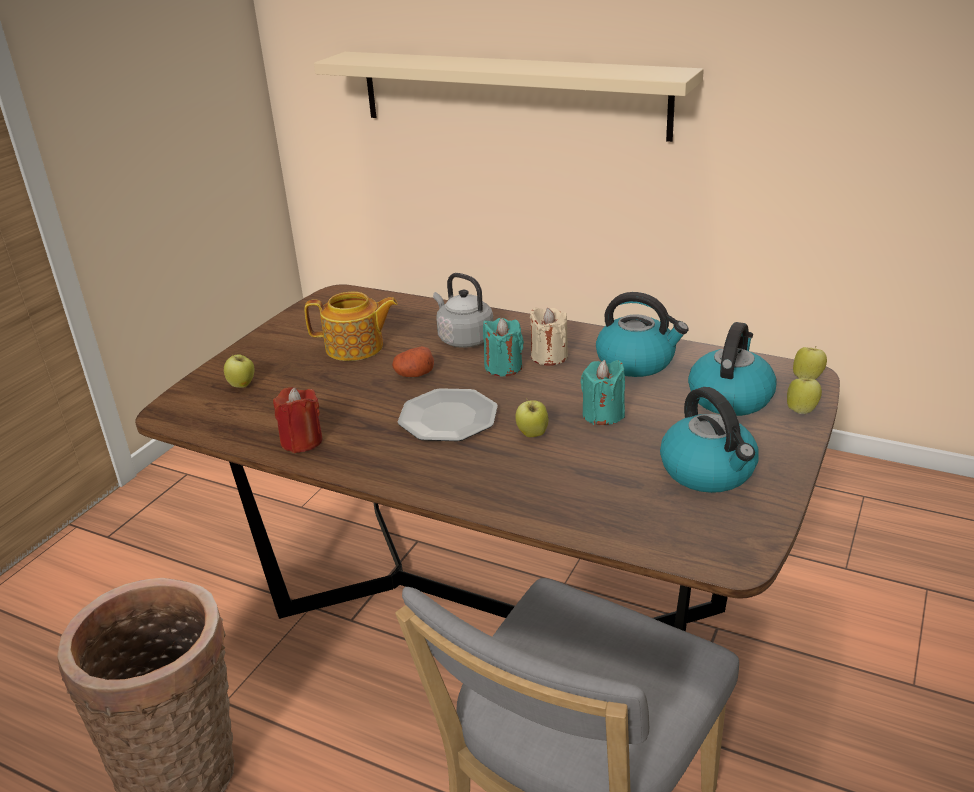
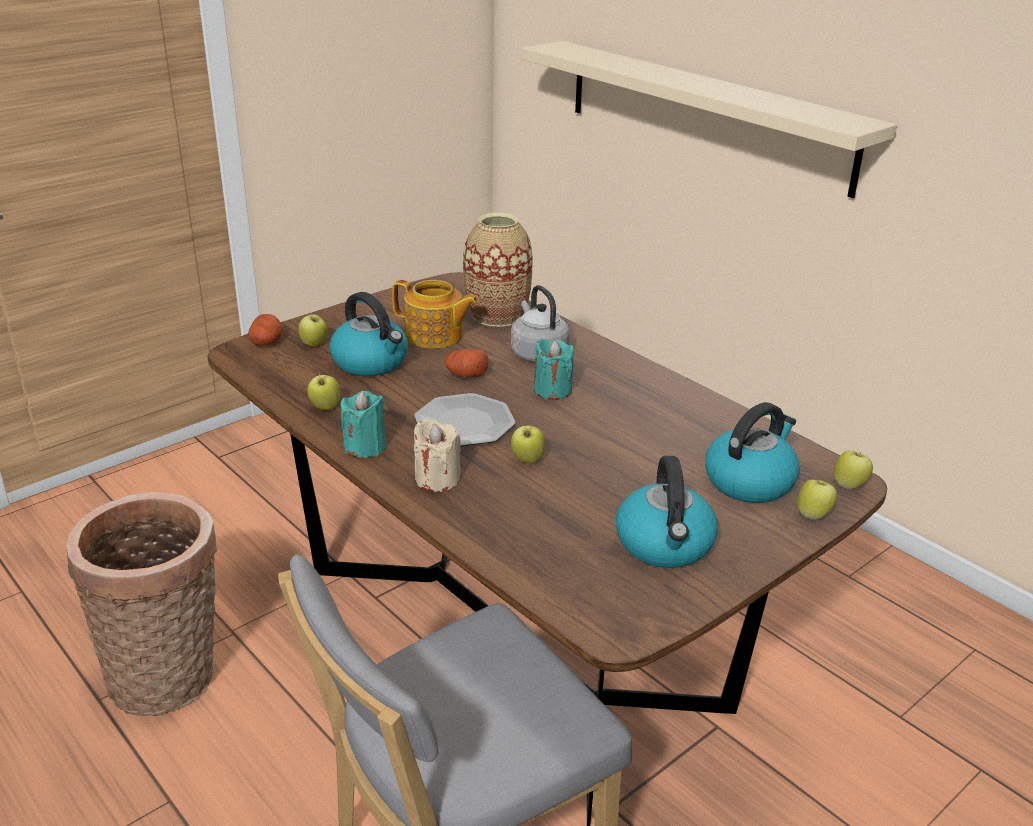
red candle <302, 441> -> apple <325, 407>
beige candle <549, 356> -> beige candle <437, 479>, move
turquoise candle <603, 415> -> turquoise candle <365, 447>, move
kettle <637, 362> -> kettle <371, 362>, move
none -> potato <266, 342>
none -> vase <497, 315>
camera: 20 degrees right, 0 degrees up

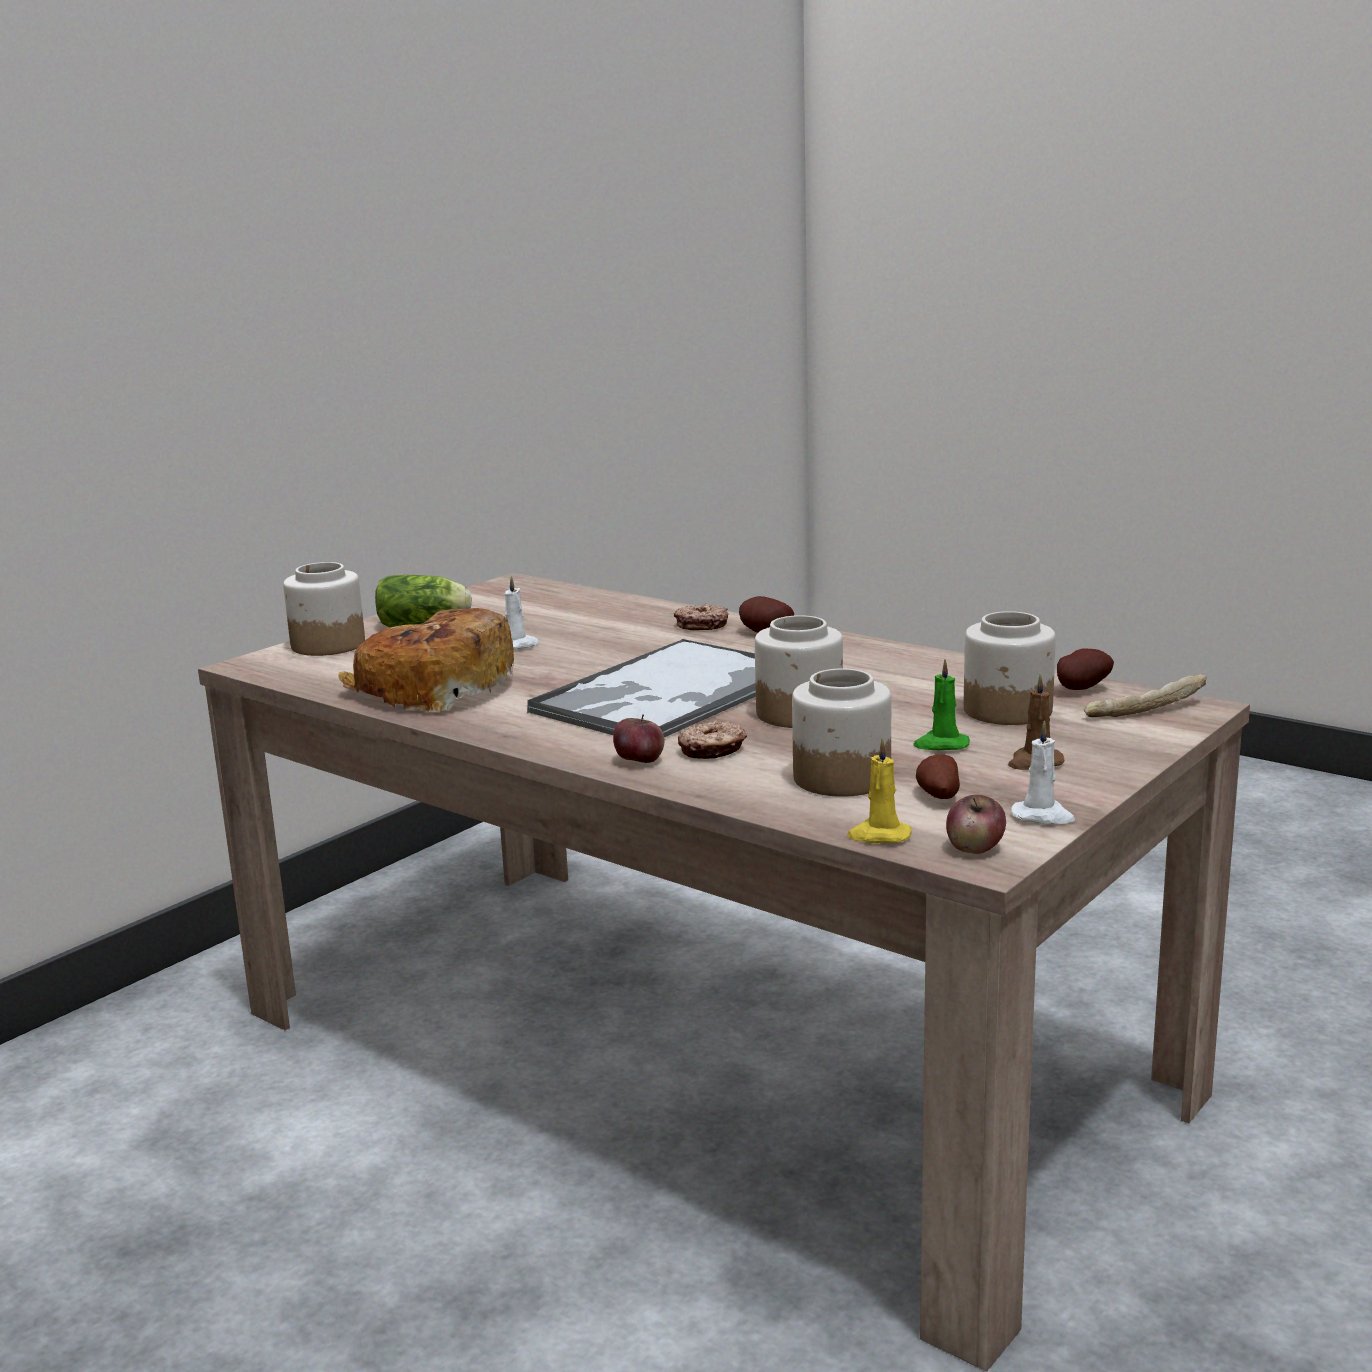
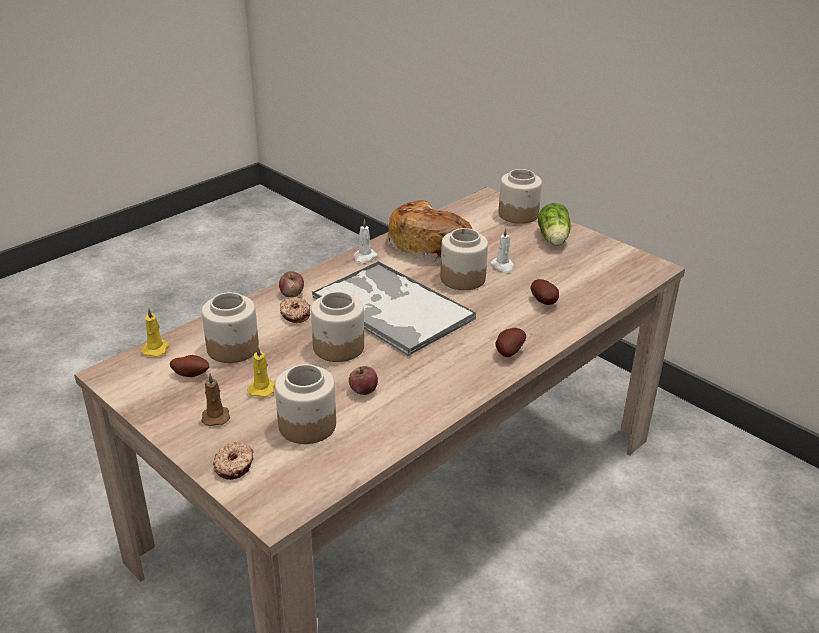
donut <702, 625> -> donut <235, 466>, move
green candle <941, 745> -> yellow candle <262, 388>
apple <975, 848> -> apple <363, 390>, move
white candle <1043, 816> -> white candle <364, 257>, move
potato <1080, 689> -> potato <544, 302>, move
bread <1144, 709> -> none
none -> jar <462, 278>
camera: 95 degrees right, 15 degrees up

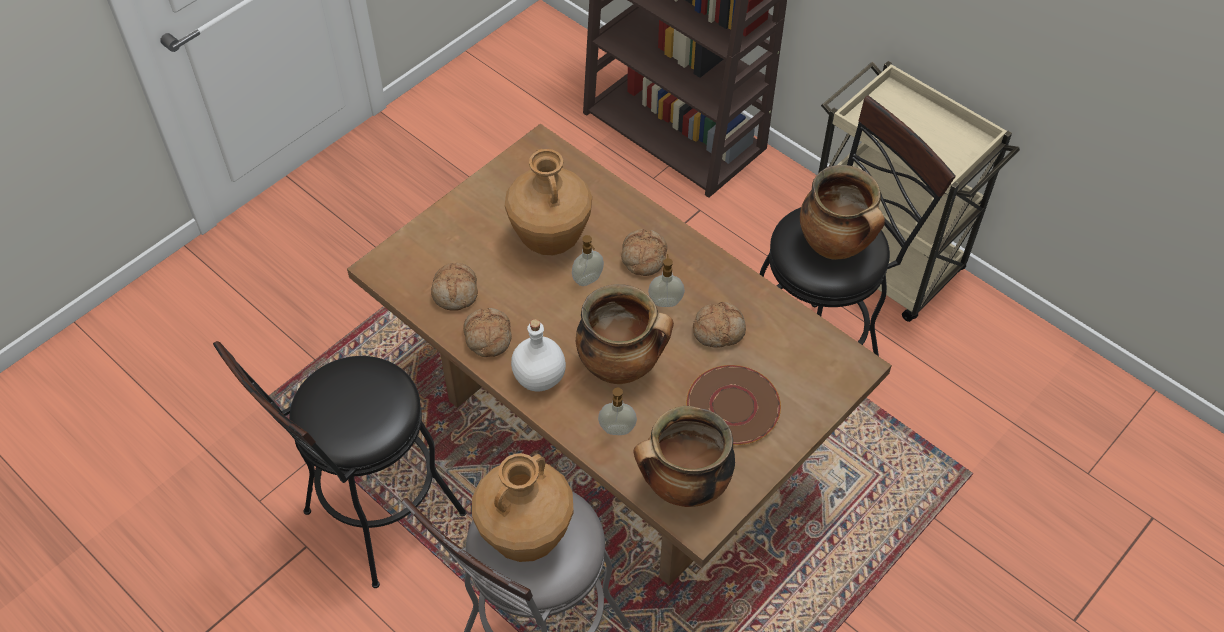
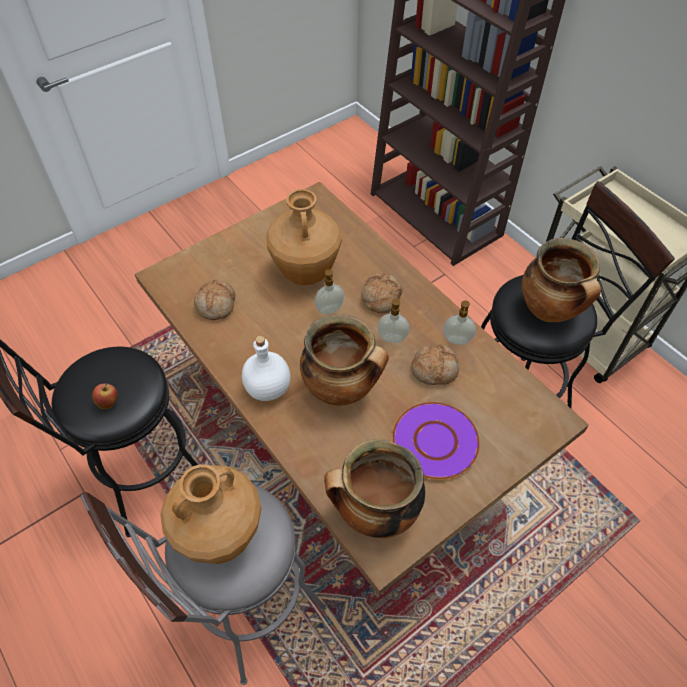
bread <487, 337> -> none
soap dispenser <617, 430> -> soap dispenser <457, 341>, move
brown plate <733, 406> -> purple plate <435, 441>
none -> apple <108, 402>
camera: 10 degrees right, 0 degrees up

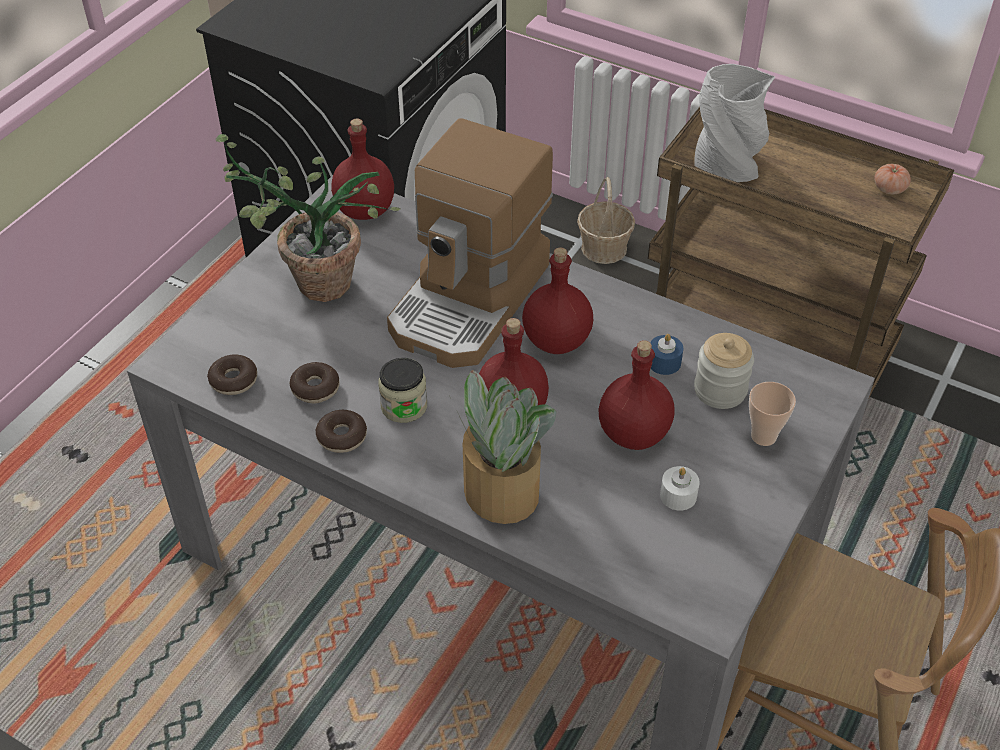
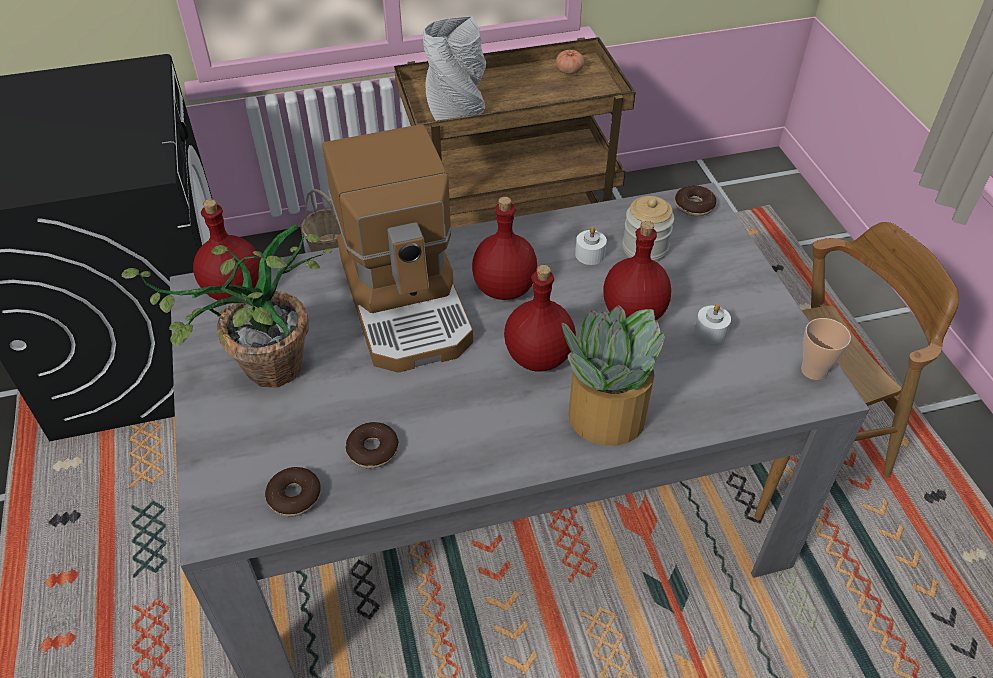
donut <342, 437> -> donut <694, 206>, move
jar <404, 406> -> none
blue candle <664, 362> -> white candle <590, 254>
cup <763, 436> -> cup <813, 370>, move
camera: 45 degrees left, 0 degrees up

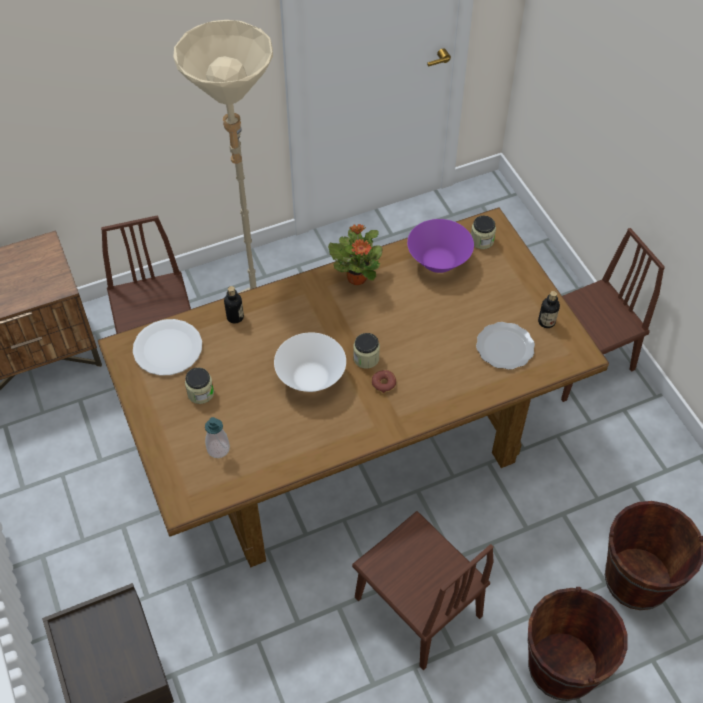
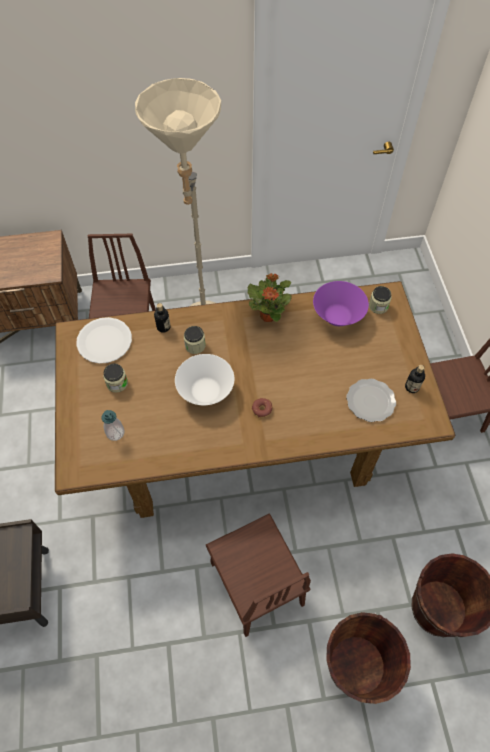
jar <366, 358> -> jar <195, 345>, move
camera: 15 degrees right, 5 degrees up

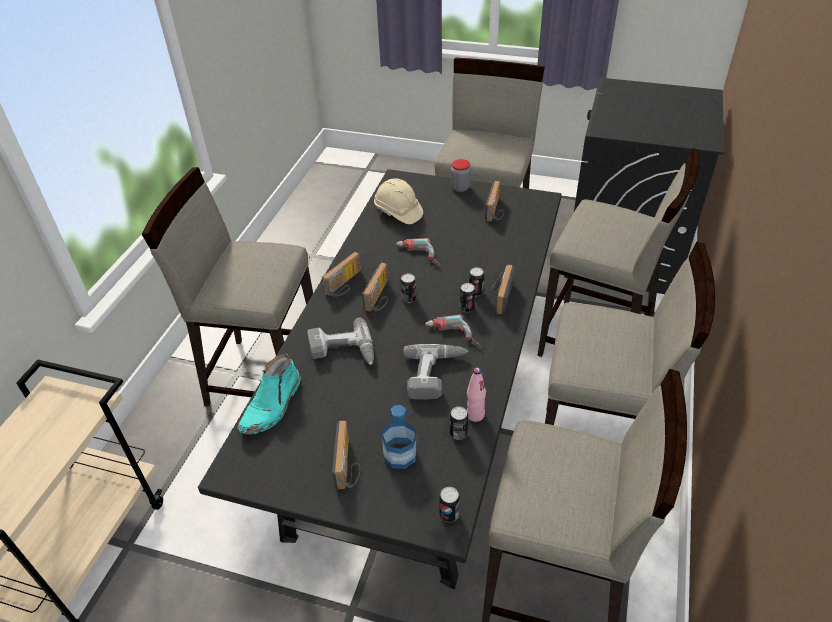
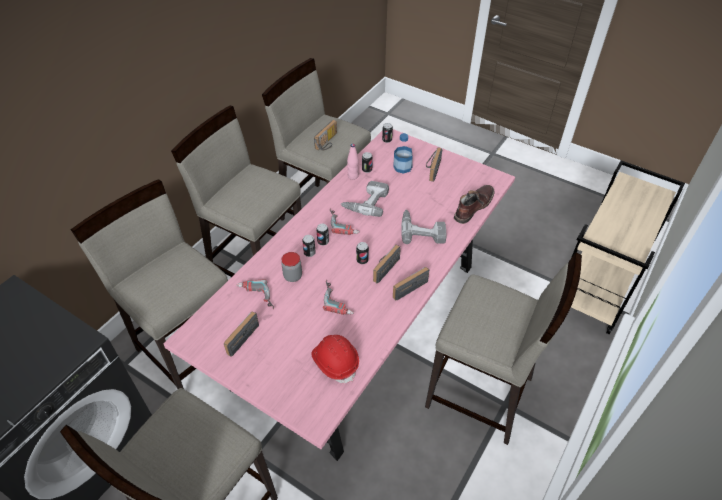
black dining table <419, 415> -> pink dining table <361, 323>
turquoise boot <272, 406> -> brown boot <473, 207>
beige hard hat <398, 212> -> red hard hat <335, 362>
jar <460, 188> -> jar <293, 276>, move
radio <499, 295> -> radio <328, 142>, move
none -> power drill <255, 297>
camera: 165 degrees left, 5 degrees up

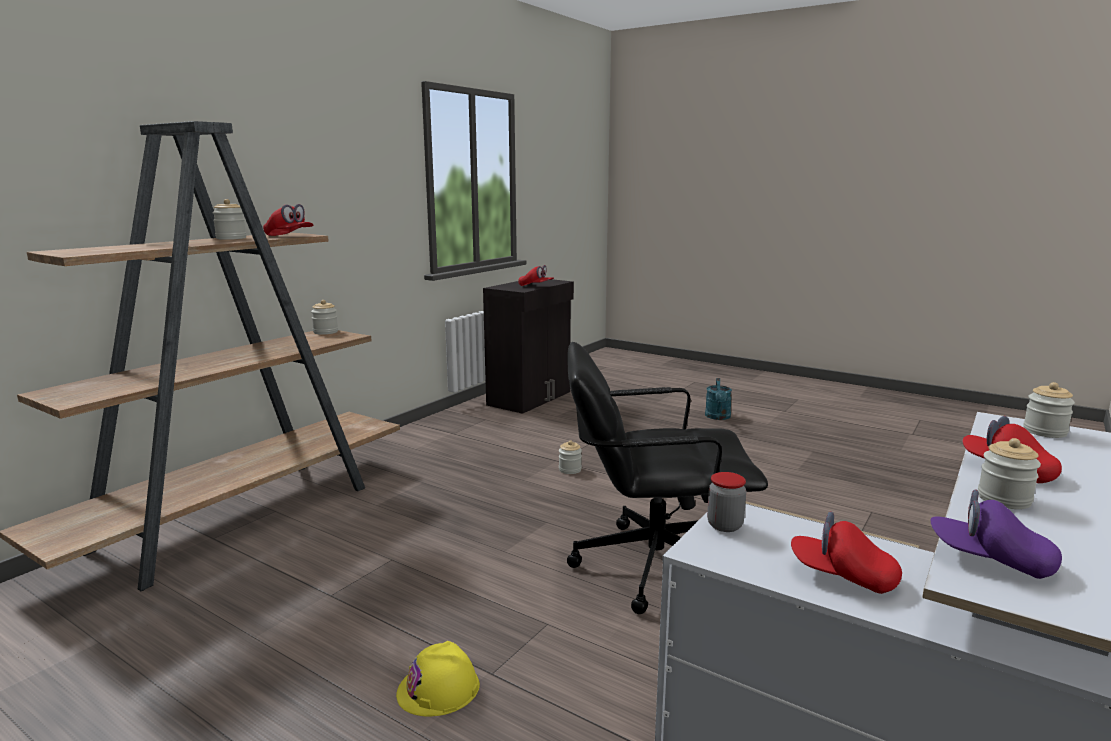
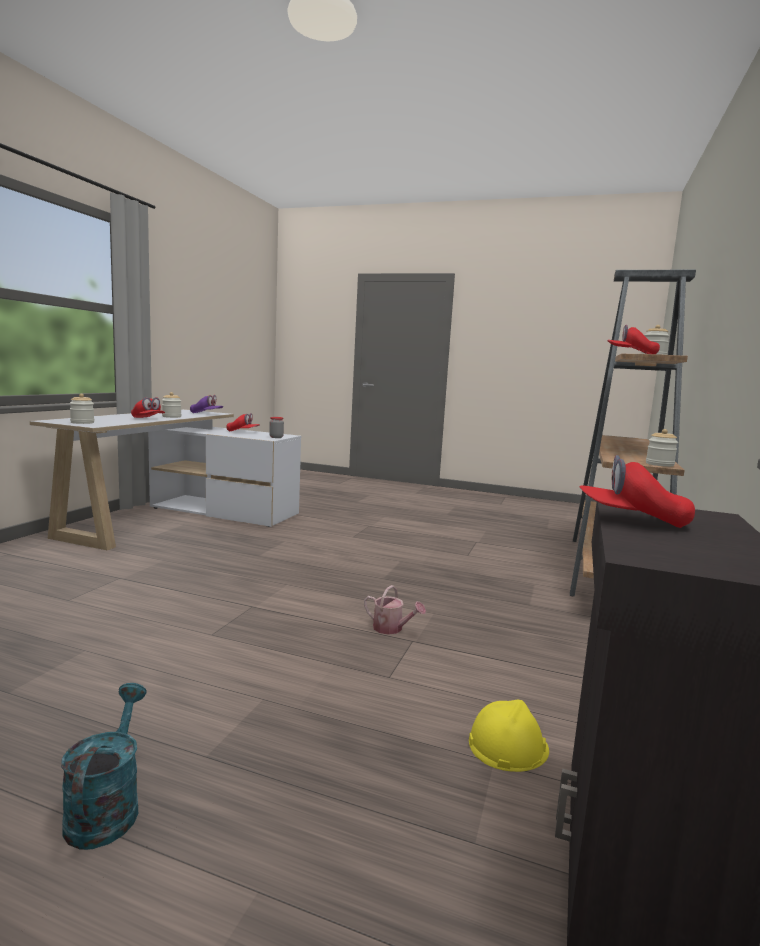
yellow hard hat <438, 689> -> yellow hard hat <507, 745>, move
jar <570, 470> -> watering can <391, 629>
black office chair <652, 565> -> none
camera: 165 degrees right, 5 degrees down

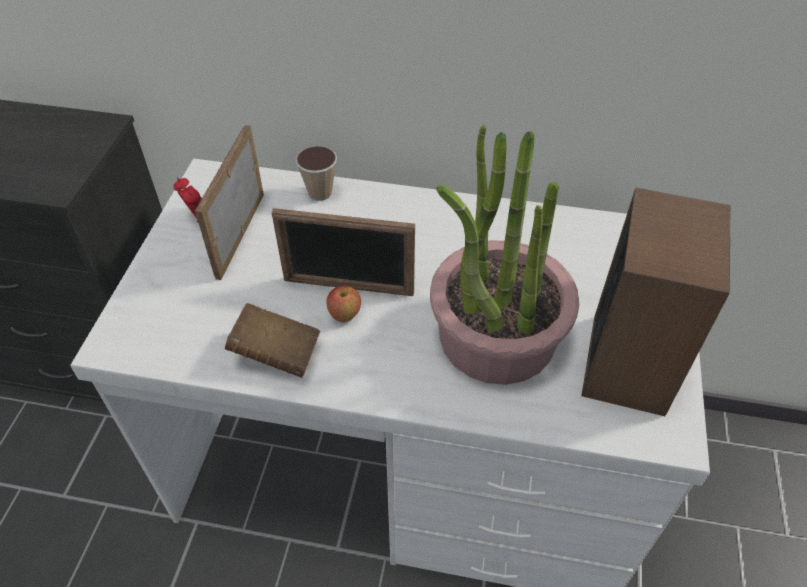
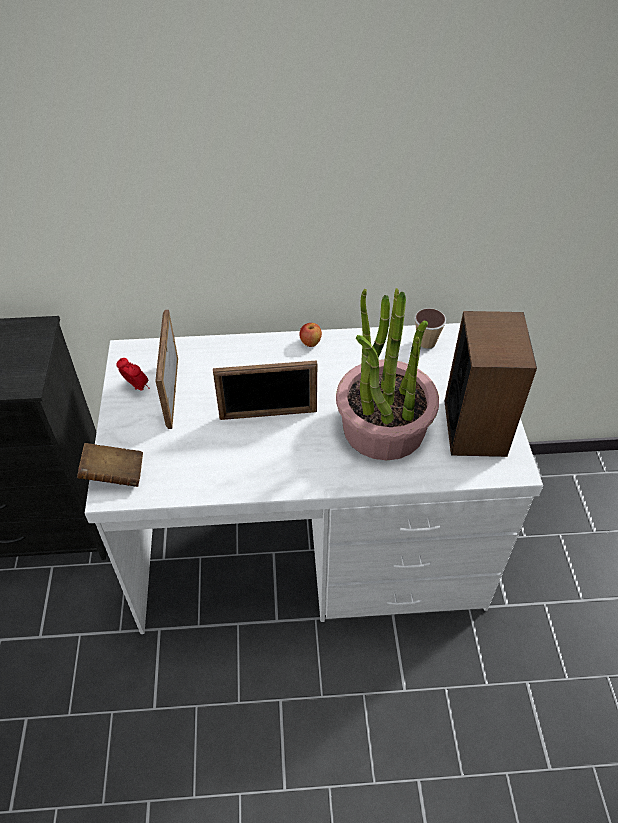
brown book <276, 353> -> brown book <114, 474>, move
cup <320, 193> -> cup <426, 343>, move
apple <344, 314> -> apple <310, 343>, move
camera: 15 degrees left, 0 degrees up

